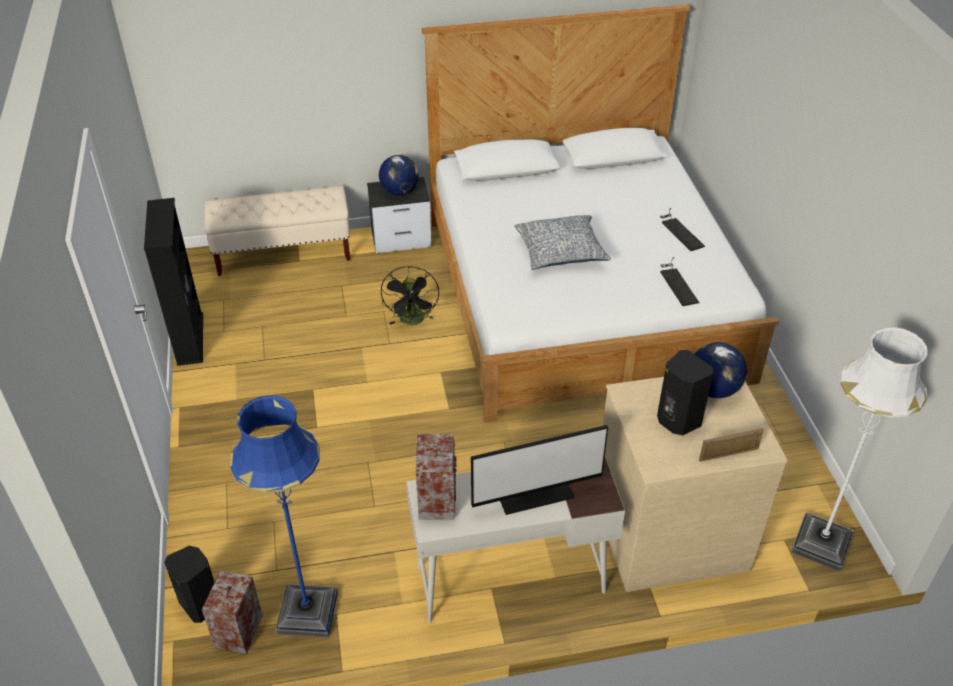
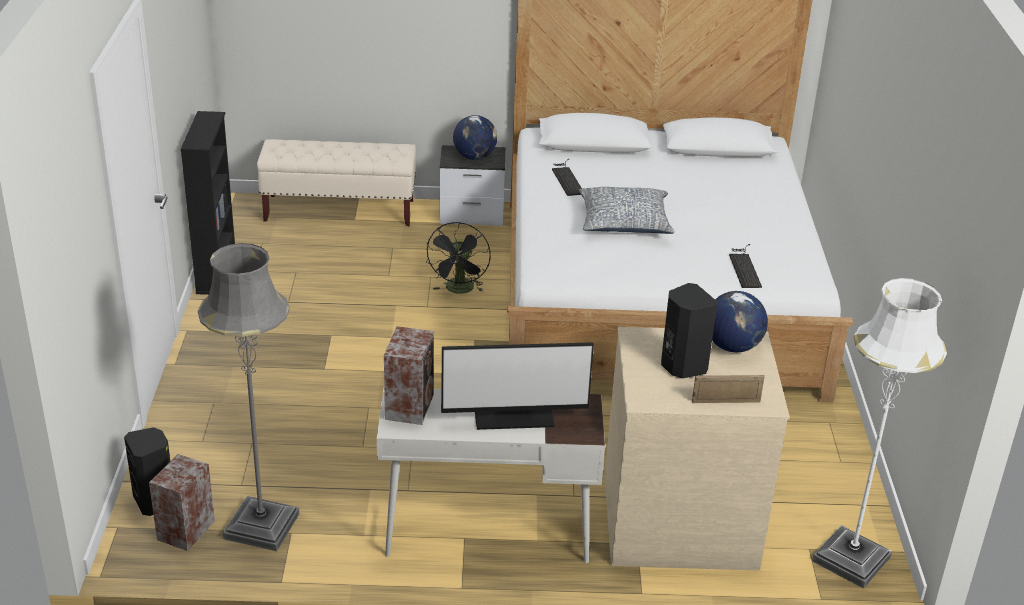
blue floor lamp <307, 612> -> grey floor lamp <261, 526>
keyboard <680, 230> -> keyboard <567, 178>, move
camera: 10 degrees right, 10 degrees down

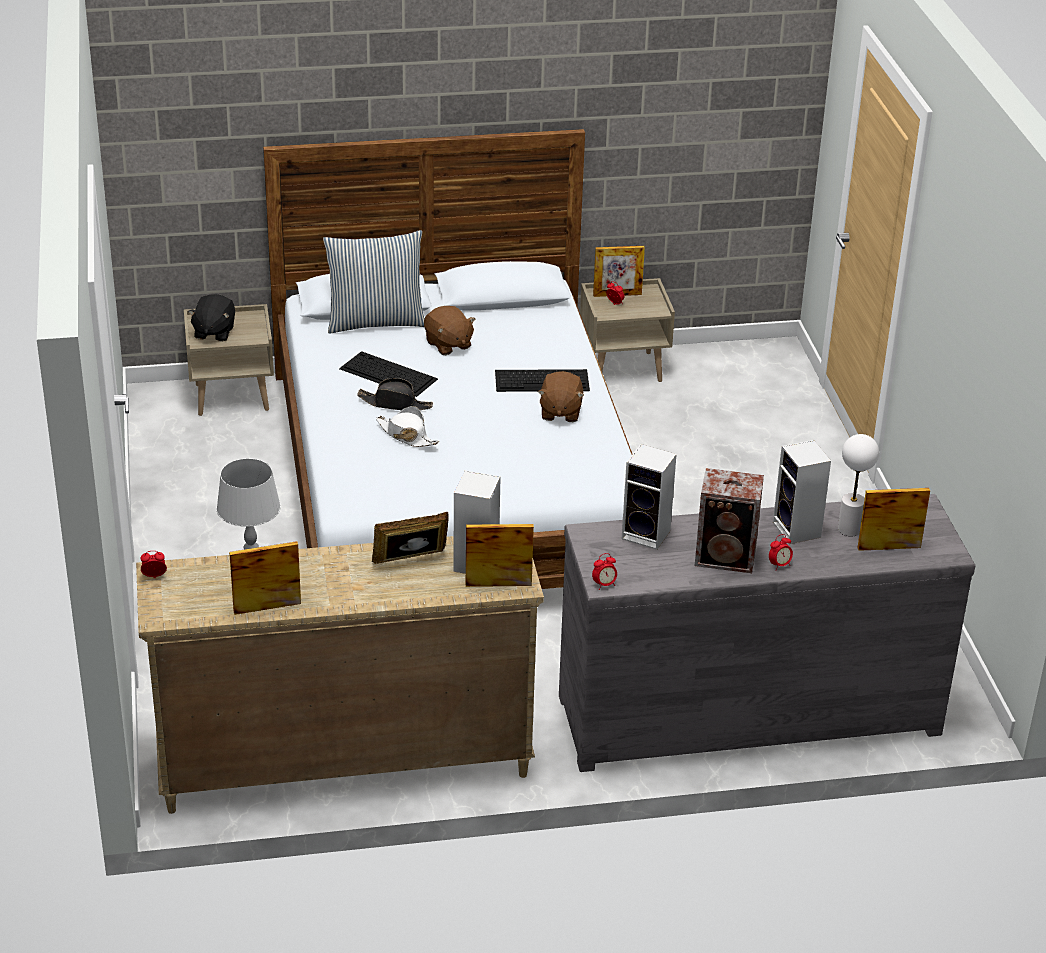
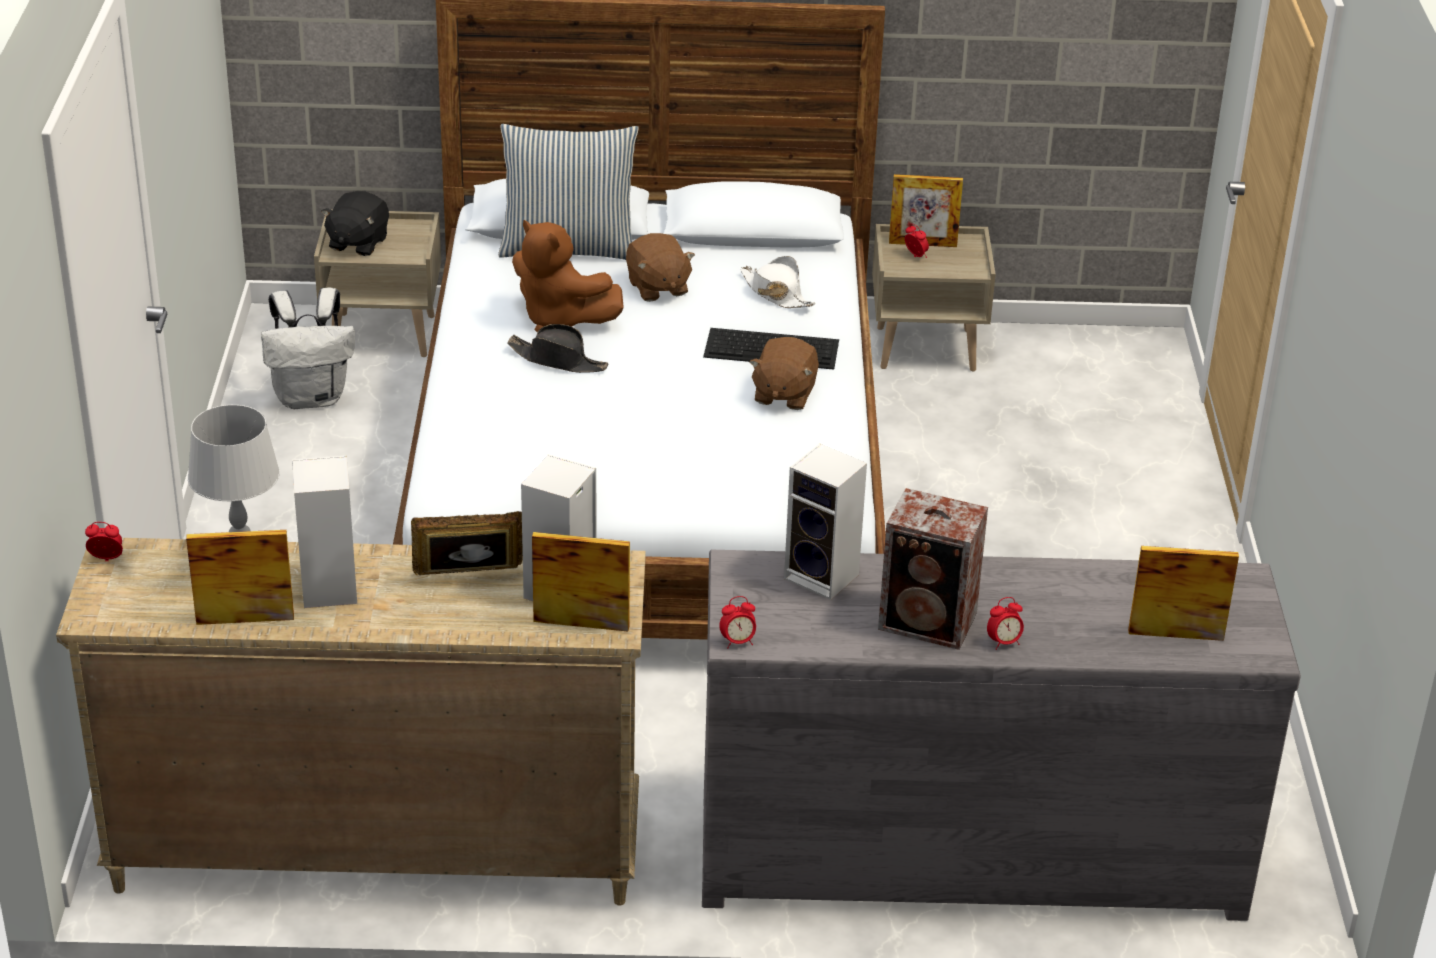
keyboard <387, 374> -> brown plush toy <560, 319>
white hat <406, 435> -> white hat <776, 293>, move
speaker <798, 530> -> speaker <331, 590>, move
white table lamp <849, 529> -> none
none -> white backpack <312, 397>
camera: 10 degrees right, 0 degrees up

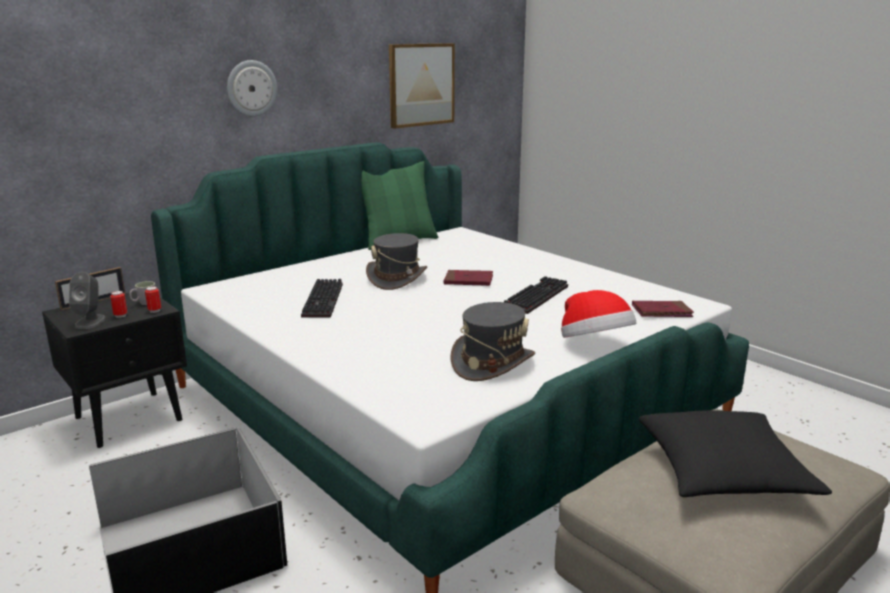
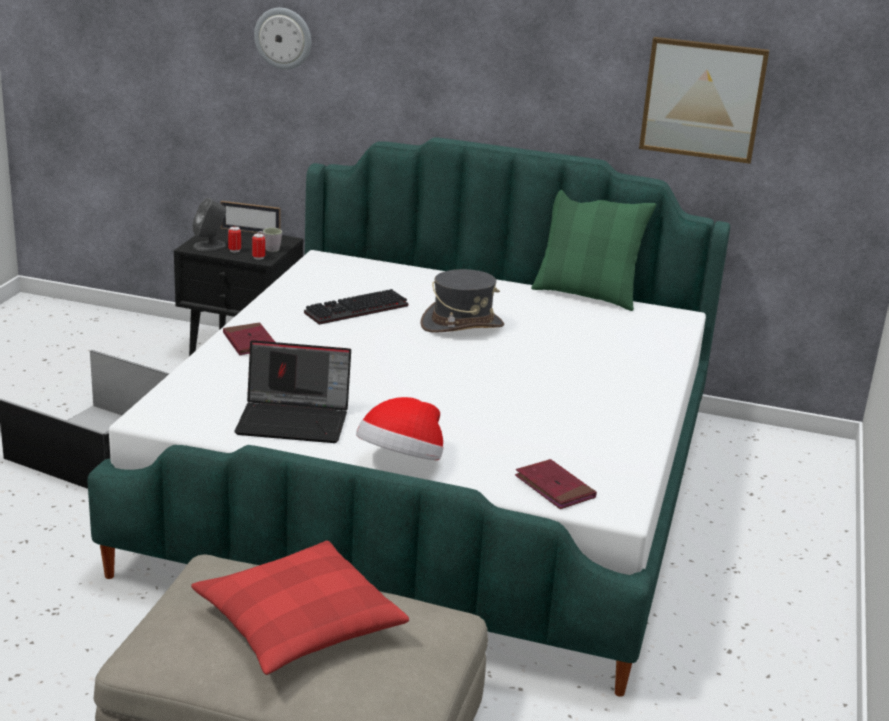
wall clock <251, 88> -> wall clock <283, 38>, move
red book <468, 280> -> red book <249, 342>, move
grey hat <492, 363> -> laptop <295, 420>
keyboard <535, 296> -> none
black pillow <723, 471> -> red pillow <298, 623>
camera: 55 degrees right, 5 degrees up

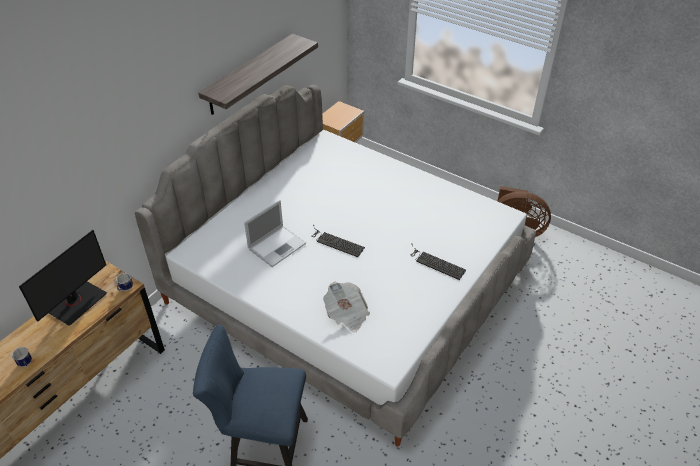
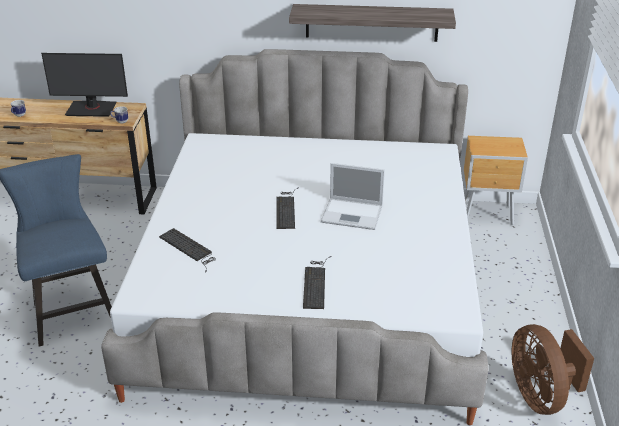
laptop <277, 245> -> laptop <353, 214>, move
newspaper <346, 314> -> keyboard <189, 248>
camera: 60 degrees right, 10 degrees down

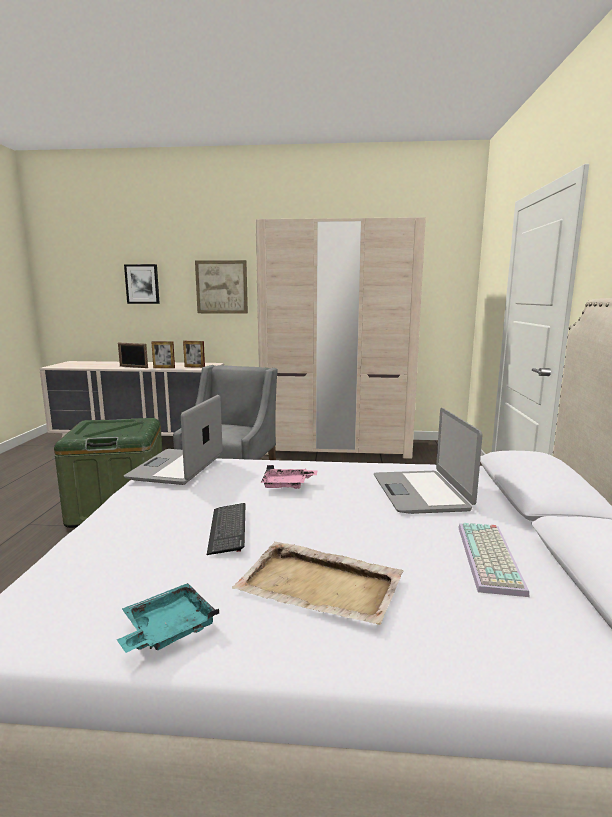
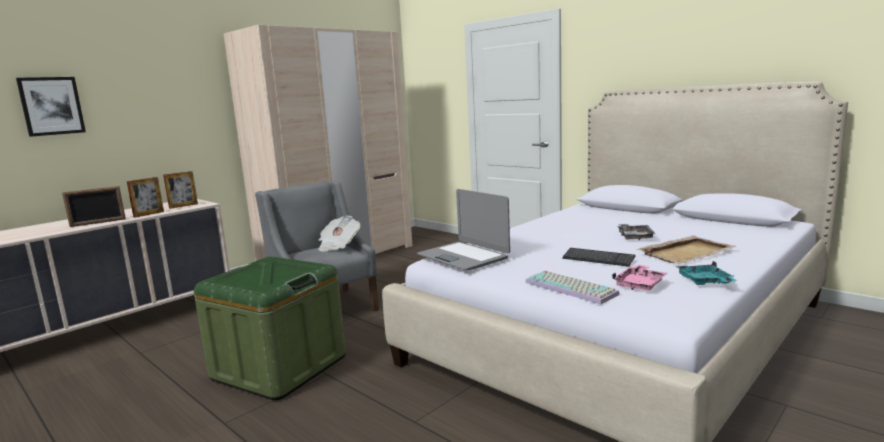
picture <221, 287> -> none
pink tray <287, 485> -> pink tray <640, 284>, move
laptop <421, 492> -> none
keyboard <492, 559> -> keyboard <572, 288>, move
none -> newspaper <338, 245>
none -> grey tray <634, 237>
camera: 50 degrees left, 0 degrees up

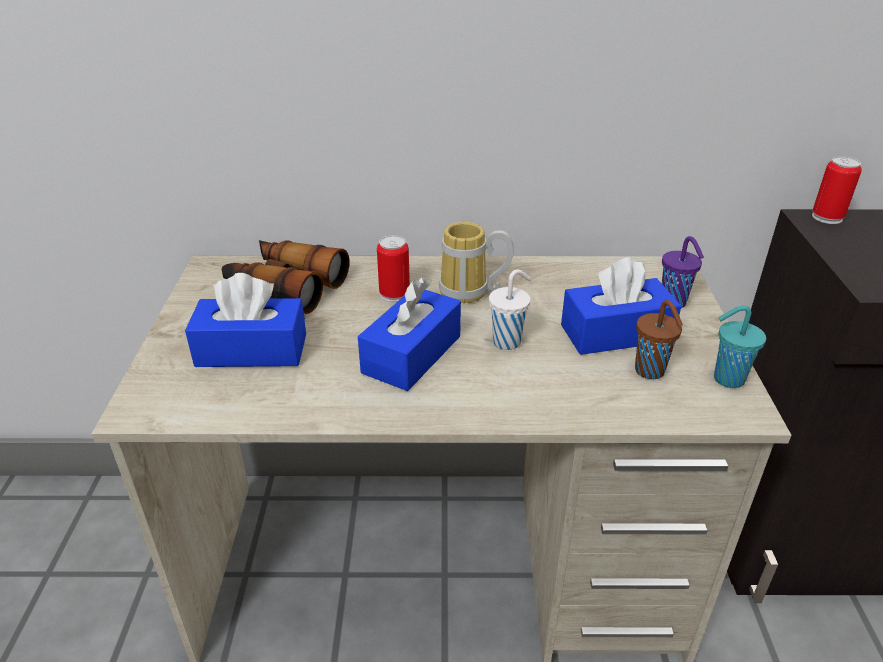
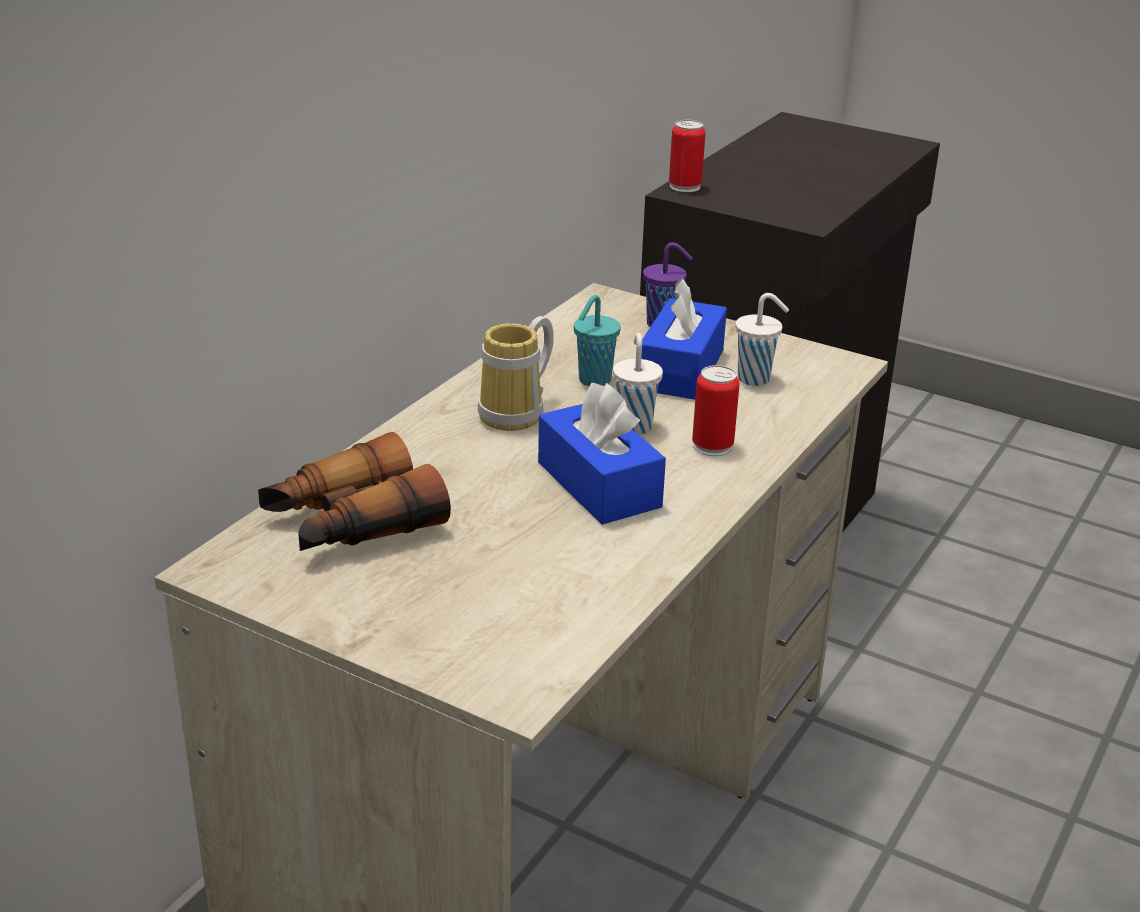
blue tissue box <252, 350> -> none
can <394, 294> -> can <712, 446>, move
brown cup <651, 372> -> white cup <756, 379>
turquoise cup <726, 379> -> turquoise cup <593, 381>, move
camera: 60 degrees left, 5 degrees down

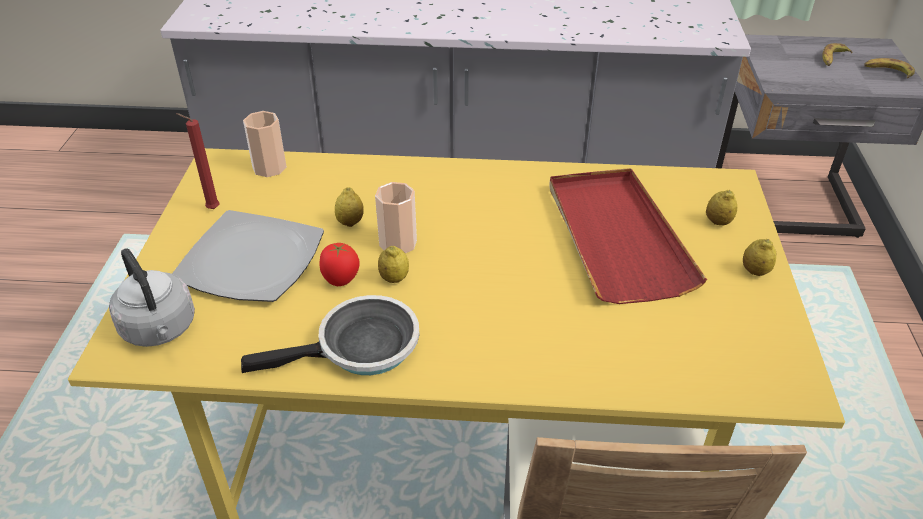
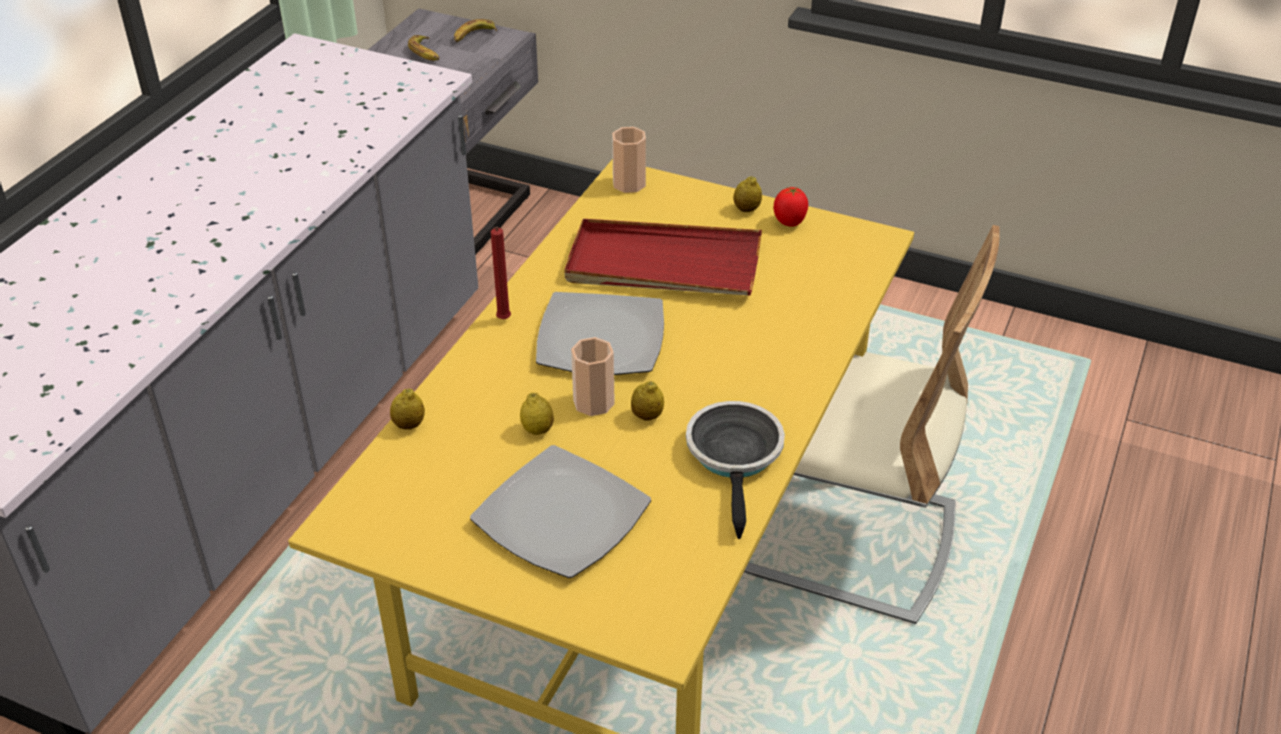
grey kettle <160, 330> -> none
red candle <211, 209> -> red candle <503, 321>, move
cup <269, 168> -> cup <629, 184>, move
tomato <341, 281> -> tomato <789, 223>, move
lemon <718, 222> -> lemon <409, 425>, move
none -> plate <602, 338>
camera: 70 degrees left, 0 degrees up

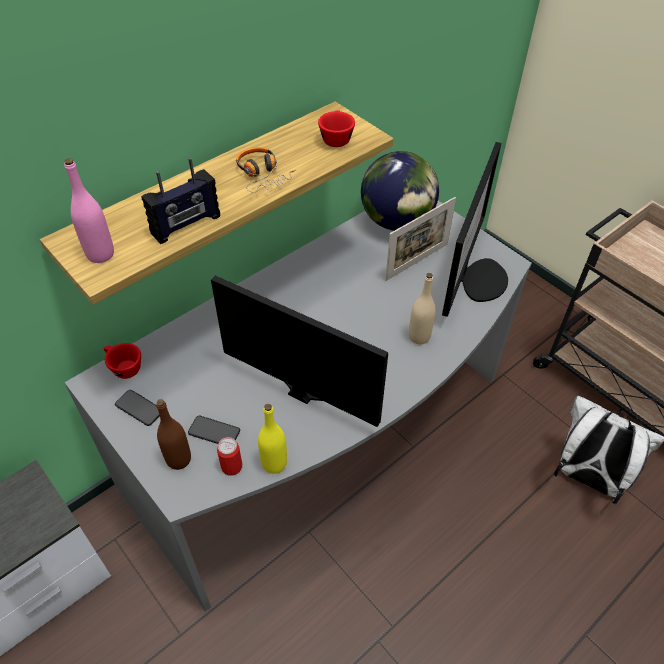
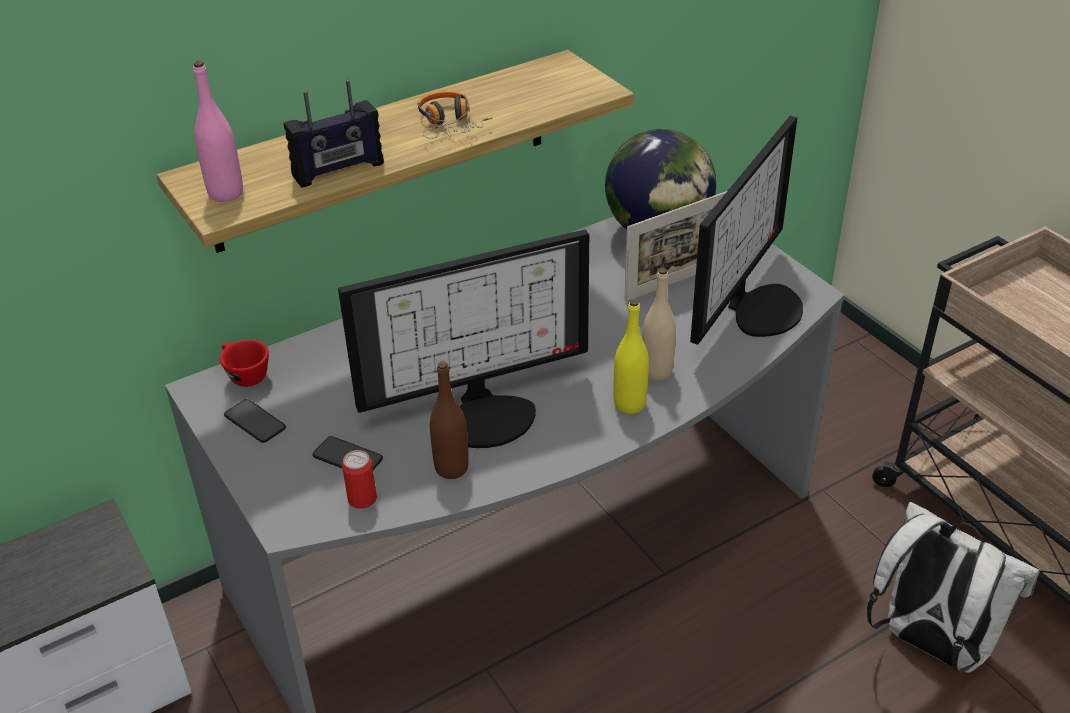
brown bottle <178, 459> -> brown bottle <451, 468>, move
monitor <307, 384> -> monitor <486, 414>, 120 degrees clockwise
yellow bottle <274, 463> -> yellow bottle <629, 404>, move
red cup <335, 138> -> none
camera: 10 degrees right, 10 degrees down

